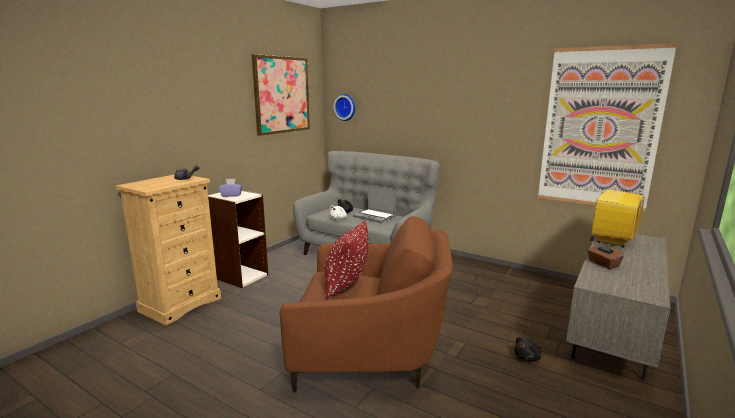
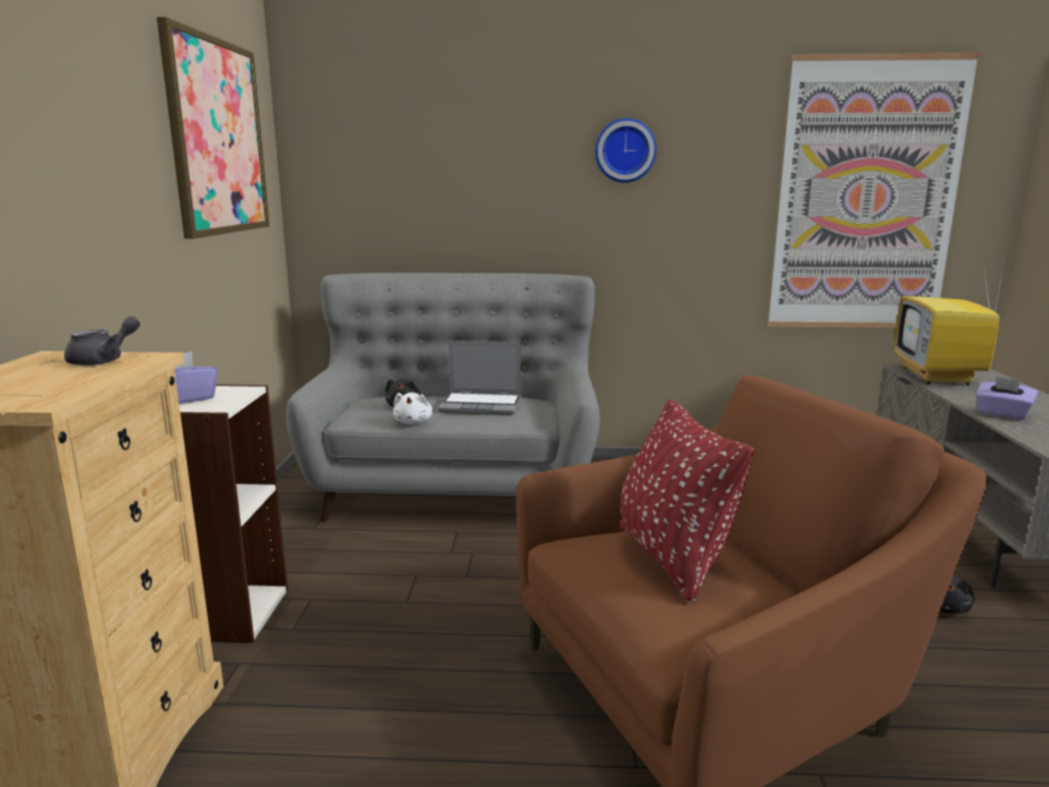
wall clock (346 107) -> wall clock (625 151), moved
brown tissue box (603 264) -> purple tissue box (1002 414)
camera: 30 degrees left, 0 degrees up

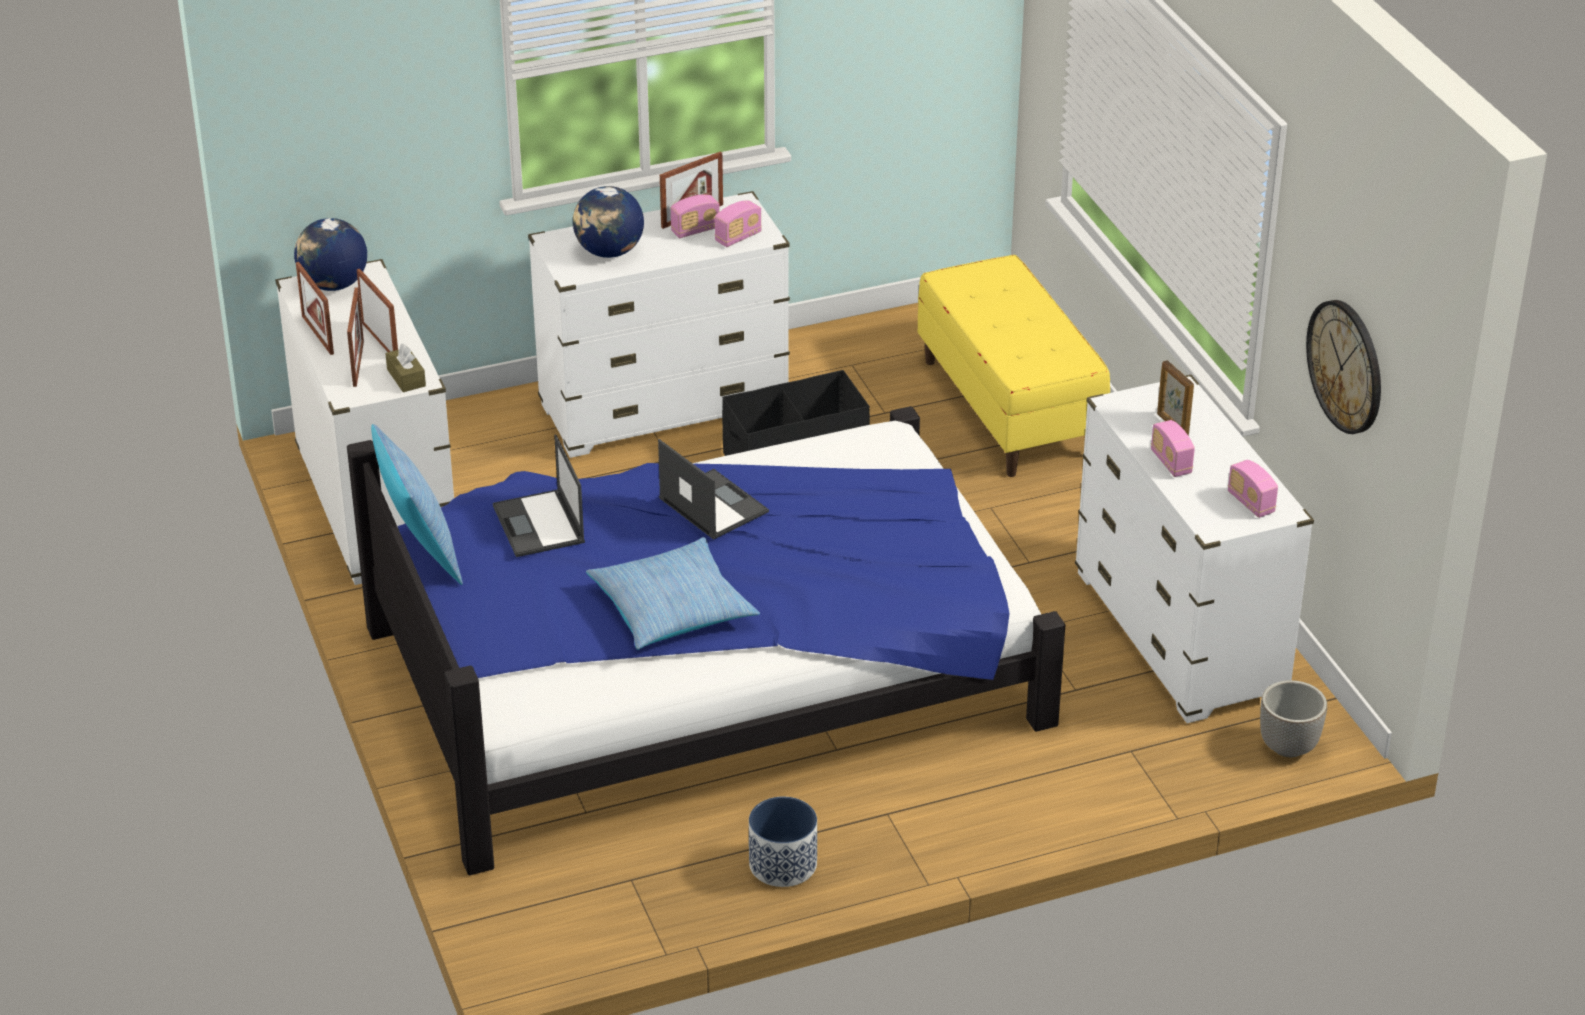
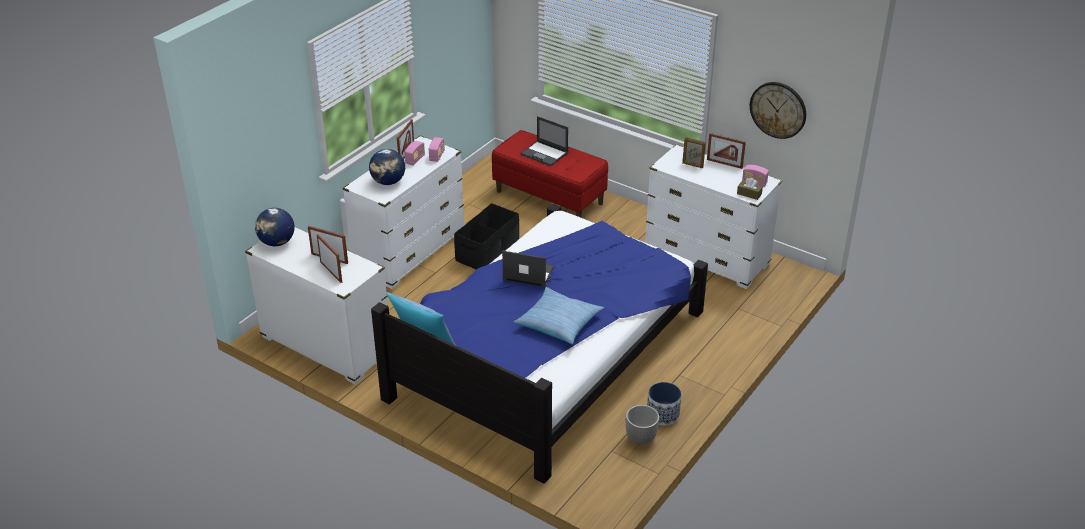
yellow bench (1009 408) -> red bench (549 197)
laptop (539 525) -> laptop (545 154), moved
planter (1287 747) -> planter (640 439), moved
picture frame (317 335) -> picture frame (724 164), moved
brown tissue box (406 377) -> brown tissue box (749 194), moved
radio (1171 462) -> none
camera: 35 degrees left, 0 degrees up

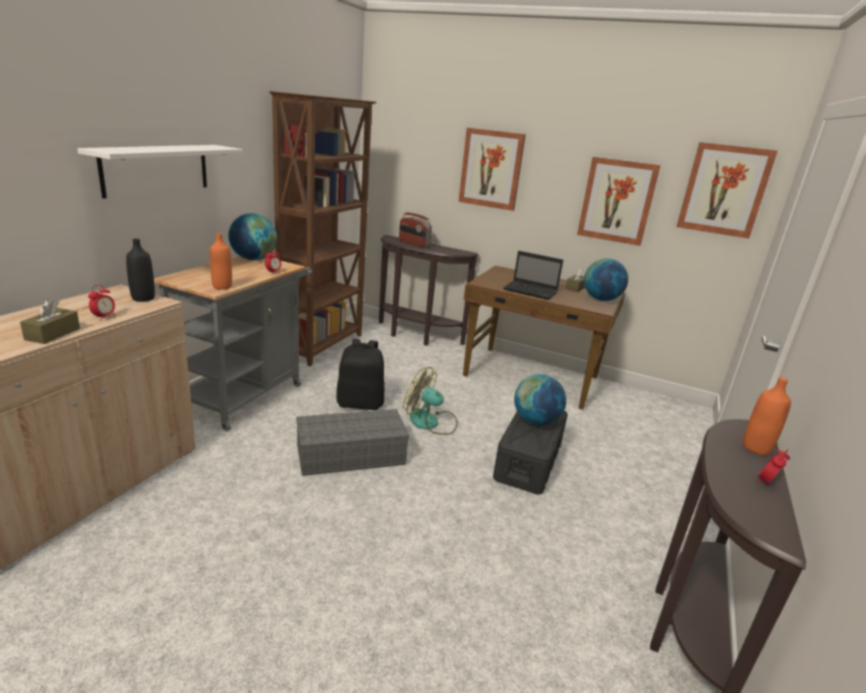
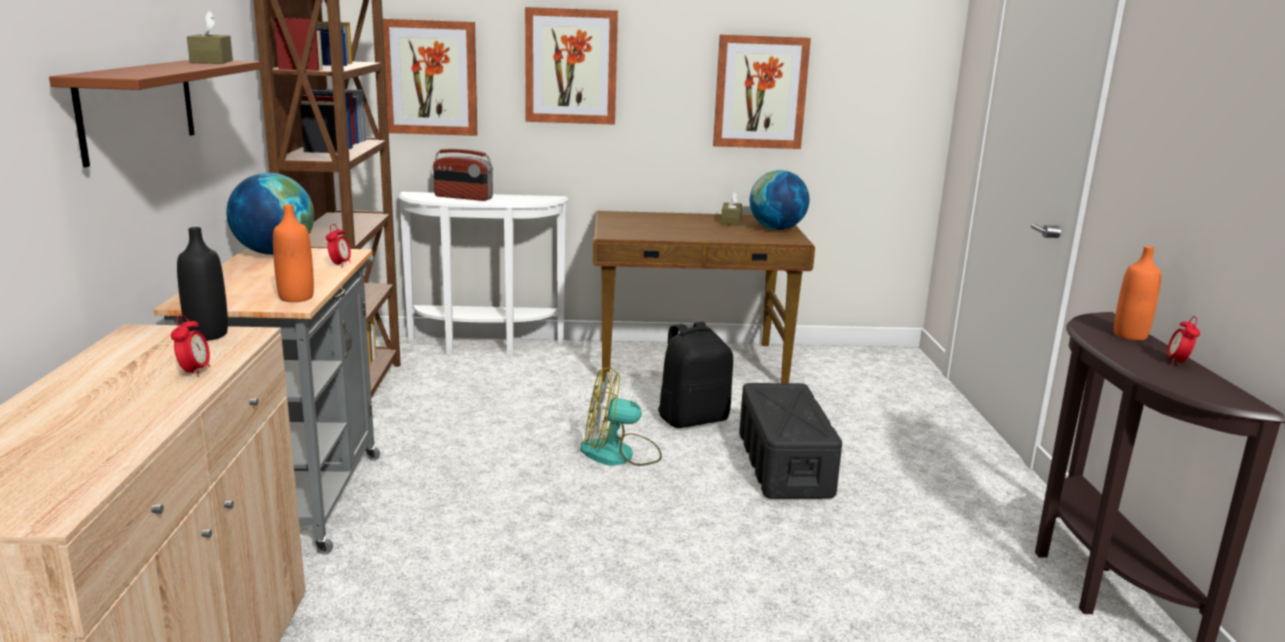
white shelf (156 169) -> brown shelf (138 108)
brown tissue box (52 334) -> brown tissue box (212 61), moved
picture (724 190) -> picture (430 78), moved
brown console table (415 336) -> white console table (484 347)
black backpack (360 403) -> black backpack (693 419), moved
grey storage box (352 454) -> none
laptop (531 291) -> none
globe (535 421) -> none
camera: 25 degrees left, 5 degrees down

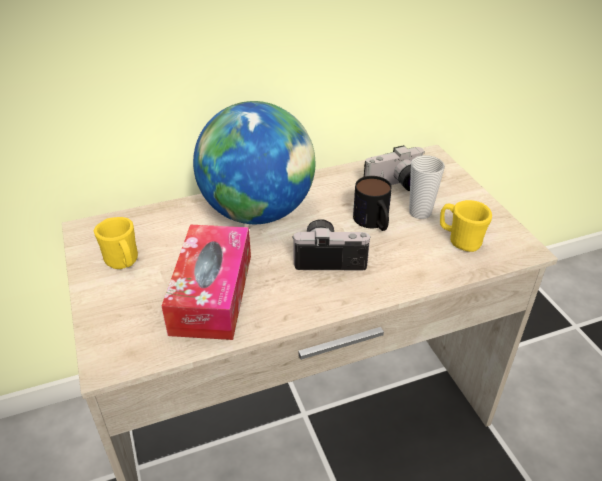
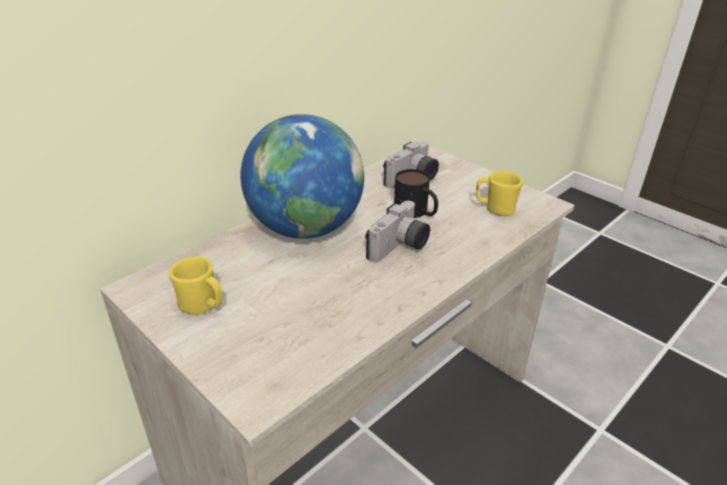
photo camera (330 256) -> photo camera (400 248), 150 degrees clockwise
tissue box (212 293) -> none
cup (420 212) -> none
camera: 25 degrees left, 5 degrees down

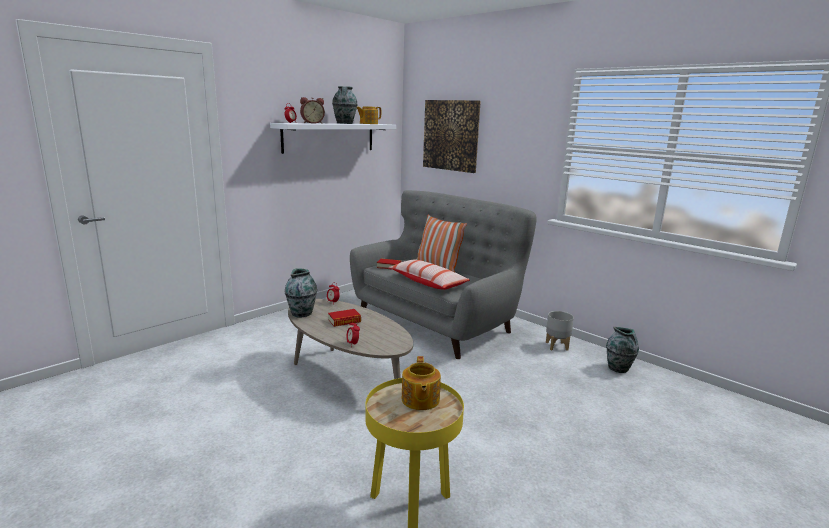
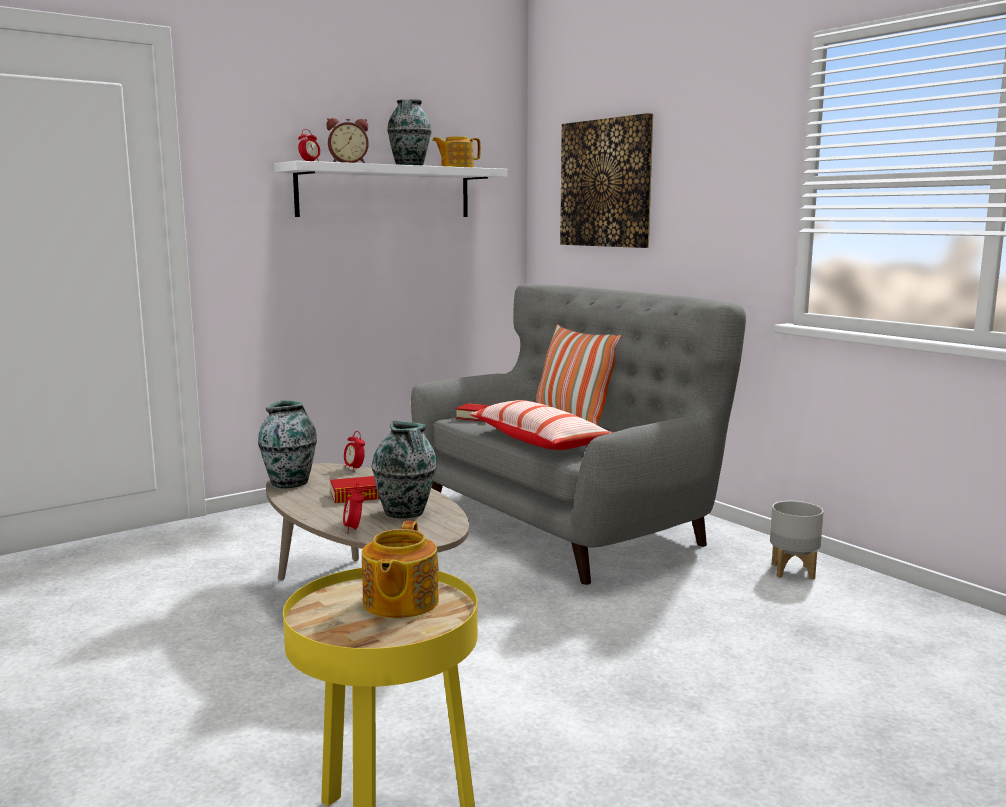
vase (618 369) -> vase (405 513), moved
camera: 10 degrees right, 5 degrees down

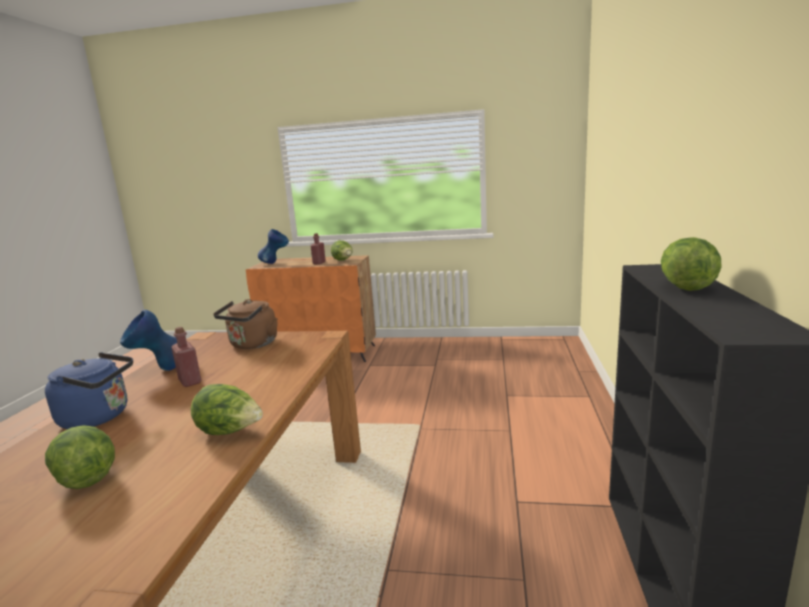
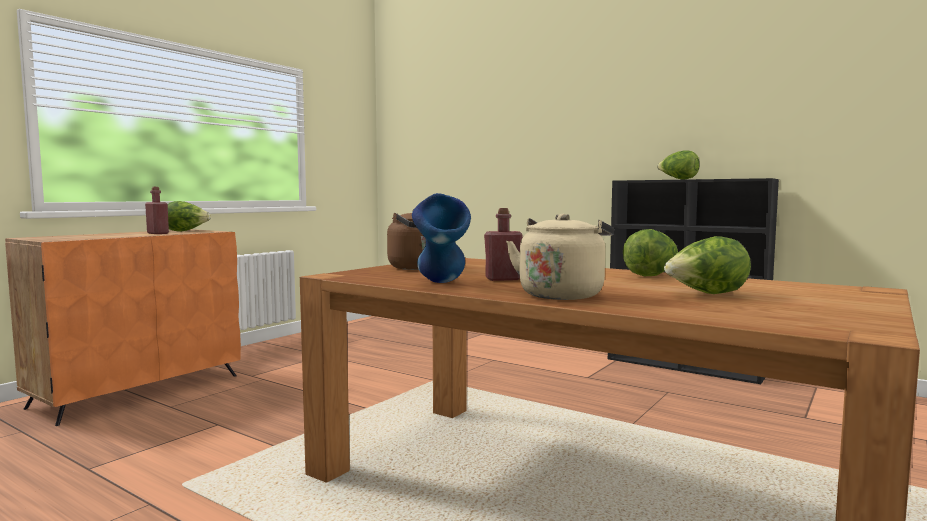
blue kettle (100 417) -> beige kettle (562 294)
blue vase (275 263) -> none
camera: 65 degrees left, 10 degrees down

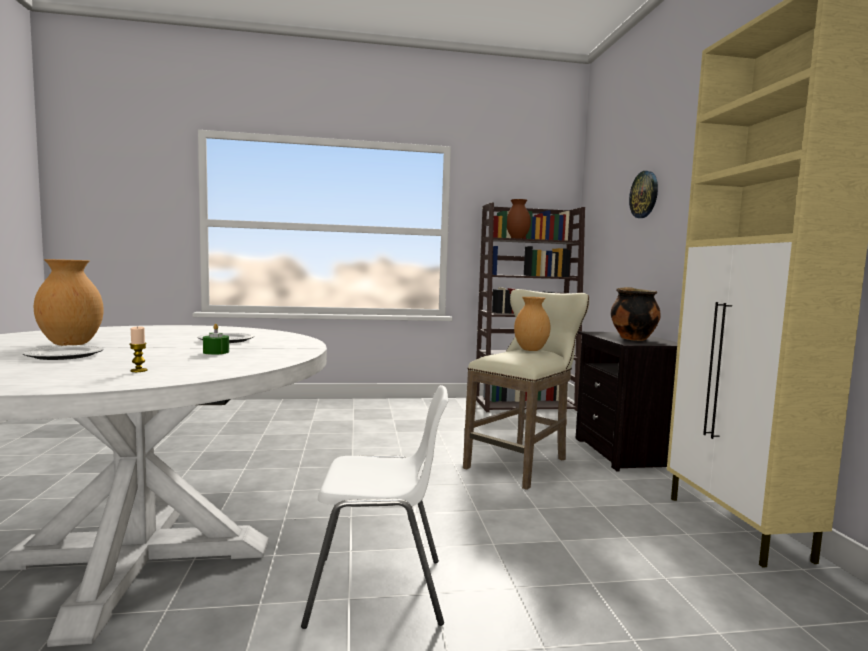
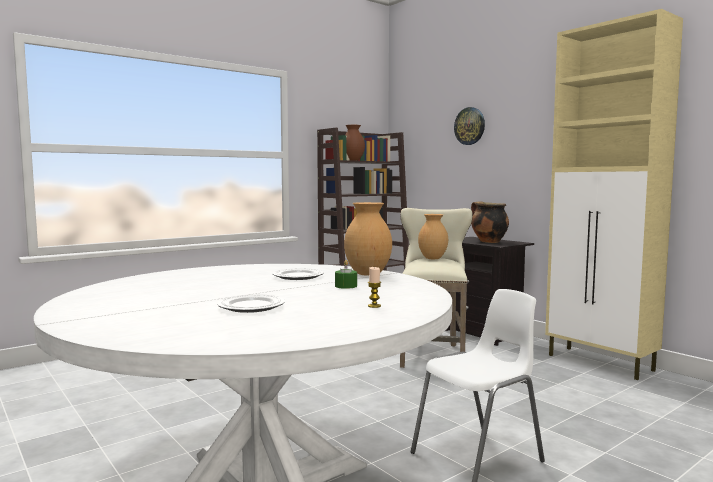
brown vase (71 344) -> brown vase (367 274), moved
camera: 30 degrees left, 0 degrees up

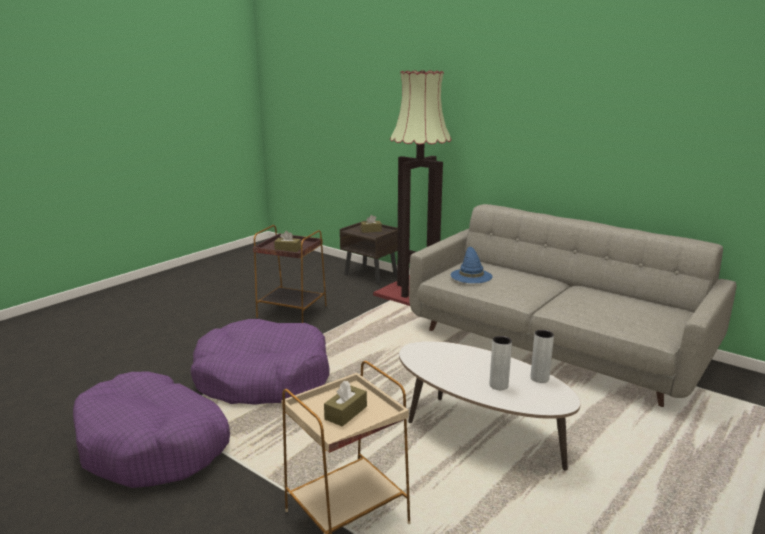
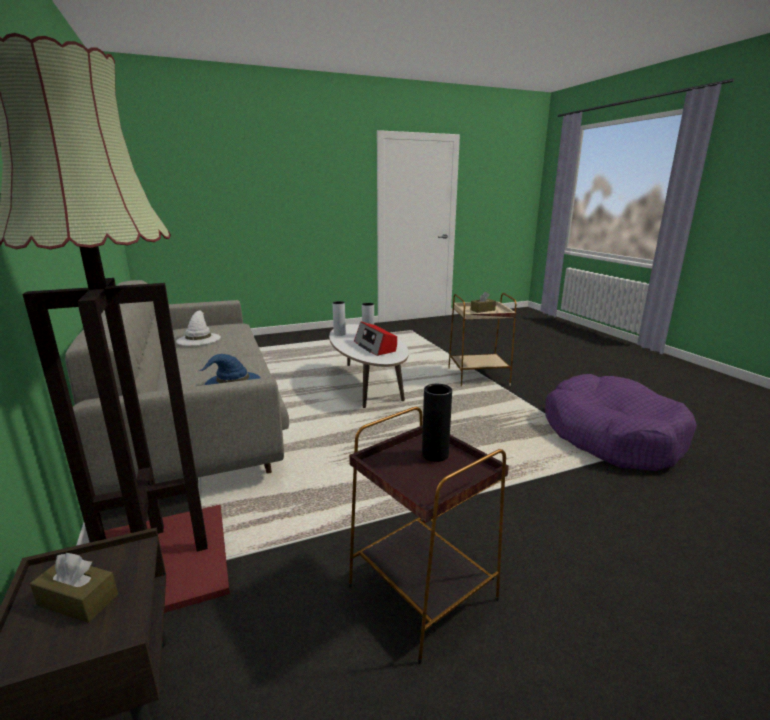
none -> white hat (198 339)
none -> radio (375 347)
brown tissue box (288 249) -> black vase (435 455)
purple dog bed (263 378) -> none
camera: 150 degrees left, 0 degrees up

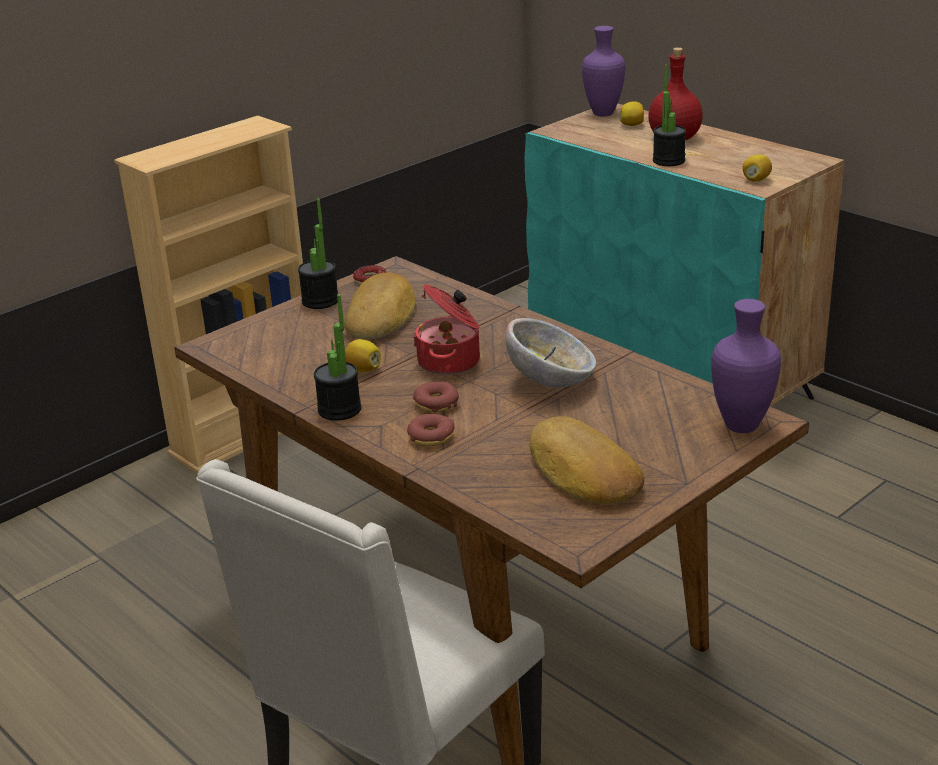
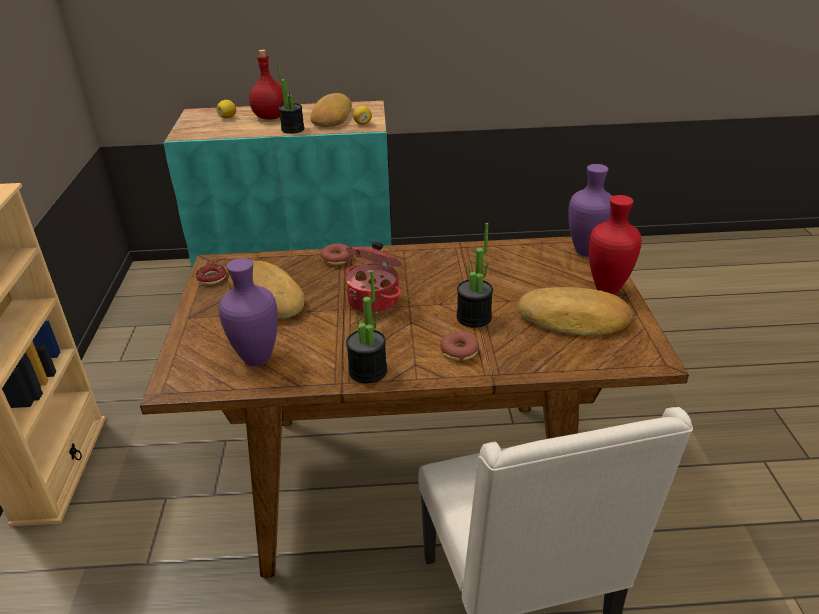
purple vase (602 114) -> purple vase (256 360), moved
none -> bread (331 117)
donut (436 404) -> donut (336 259), moved
potted plant (320 301) -> potted plant (474 317), moved
none -> red vase (605 288)
lemon (363 370) -> none
bowl (551 380) -> none
camera: 50 degrees left, 5 degrees up

